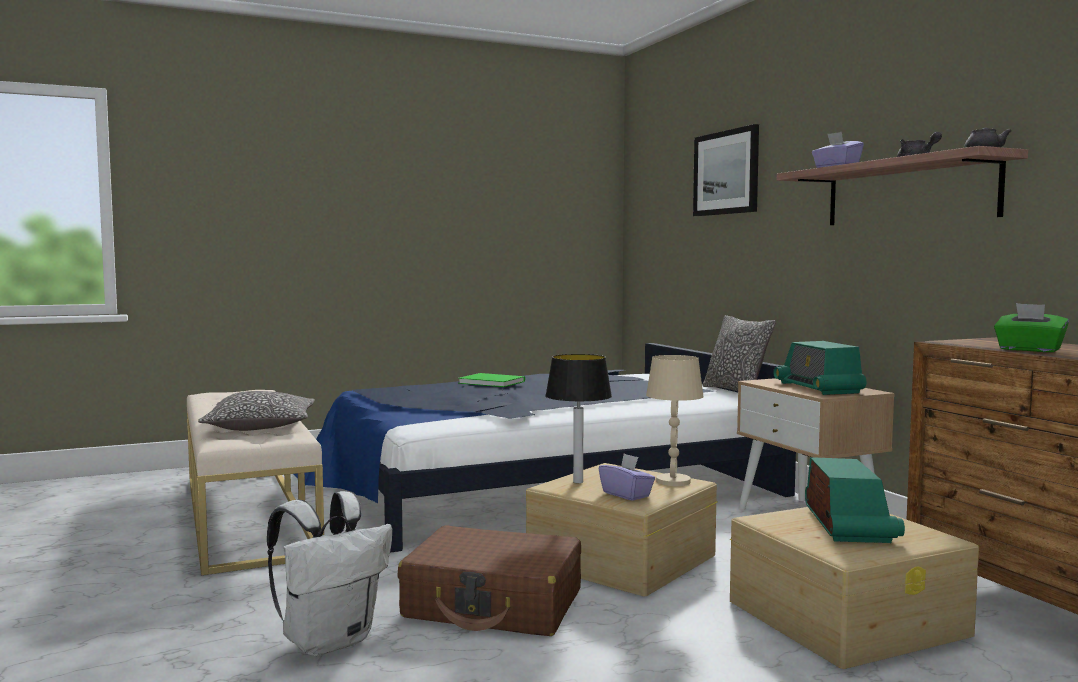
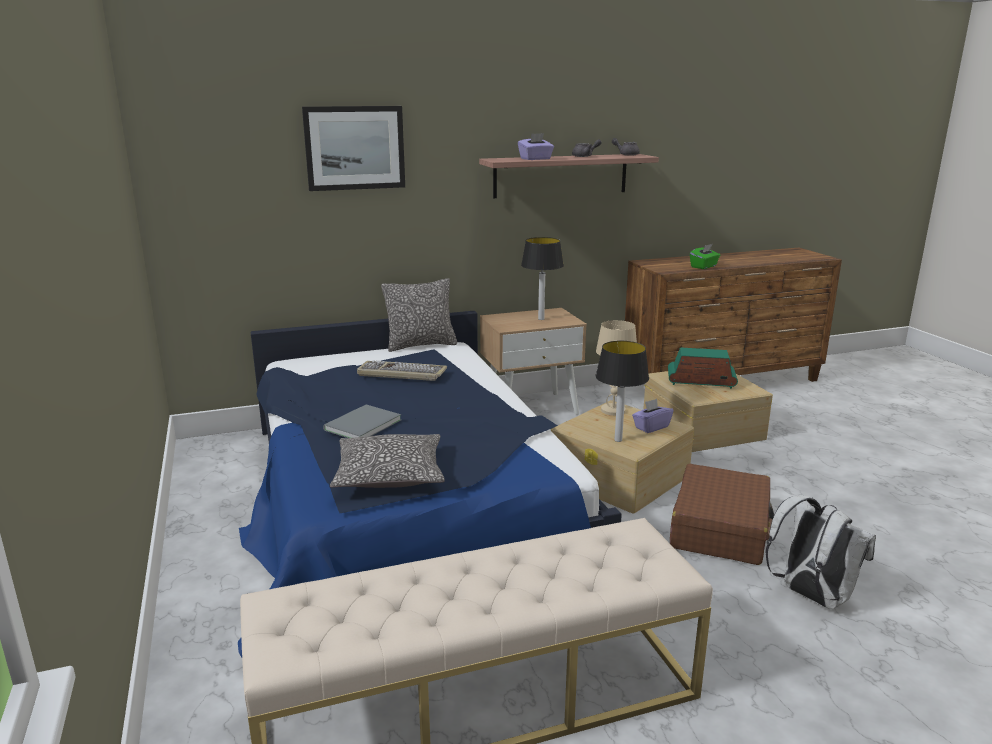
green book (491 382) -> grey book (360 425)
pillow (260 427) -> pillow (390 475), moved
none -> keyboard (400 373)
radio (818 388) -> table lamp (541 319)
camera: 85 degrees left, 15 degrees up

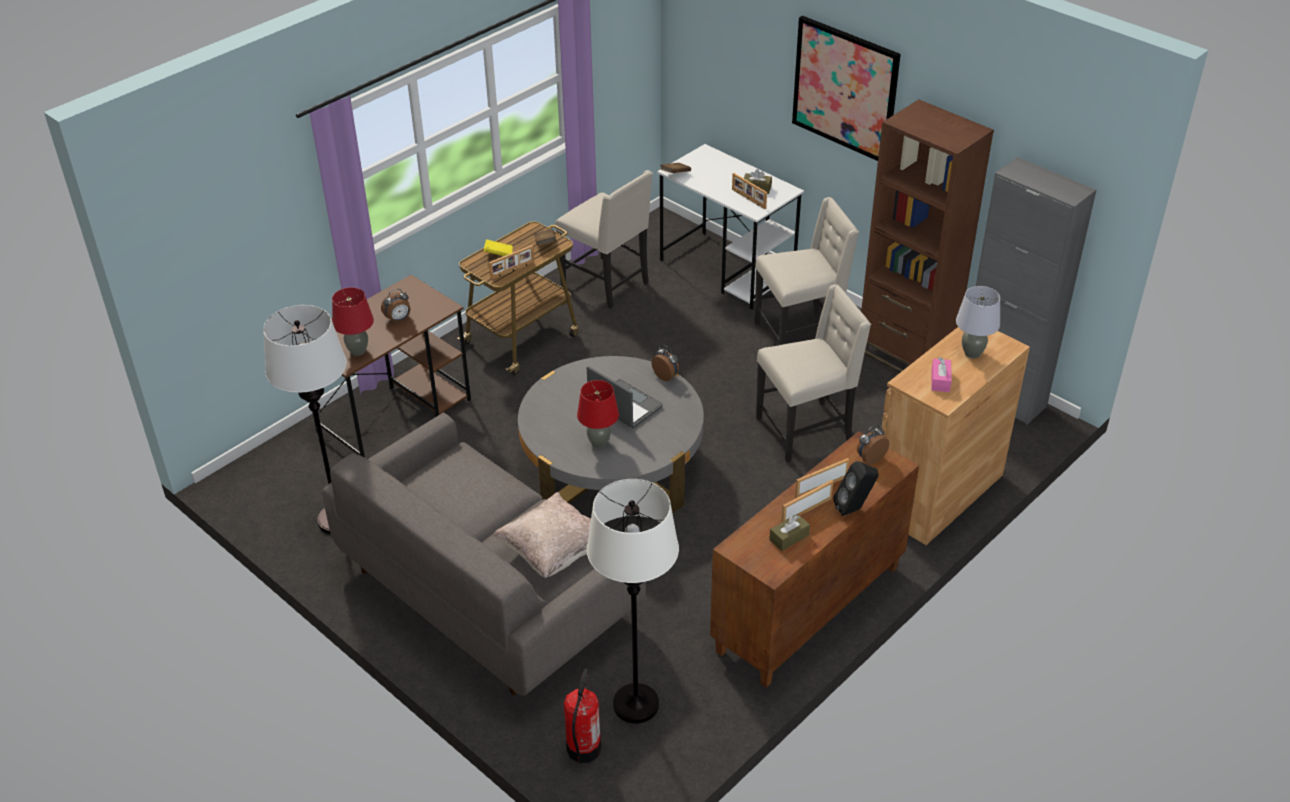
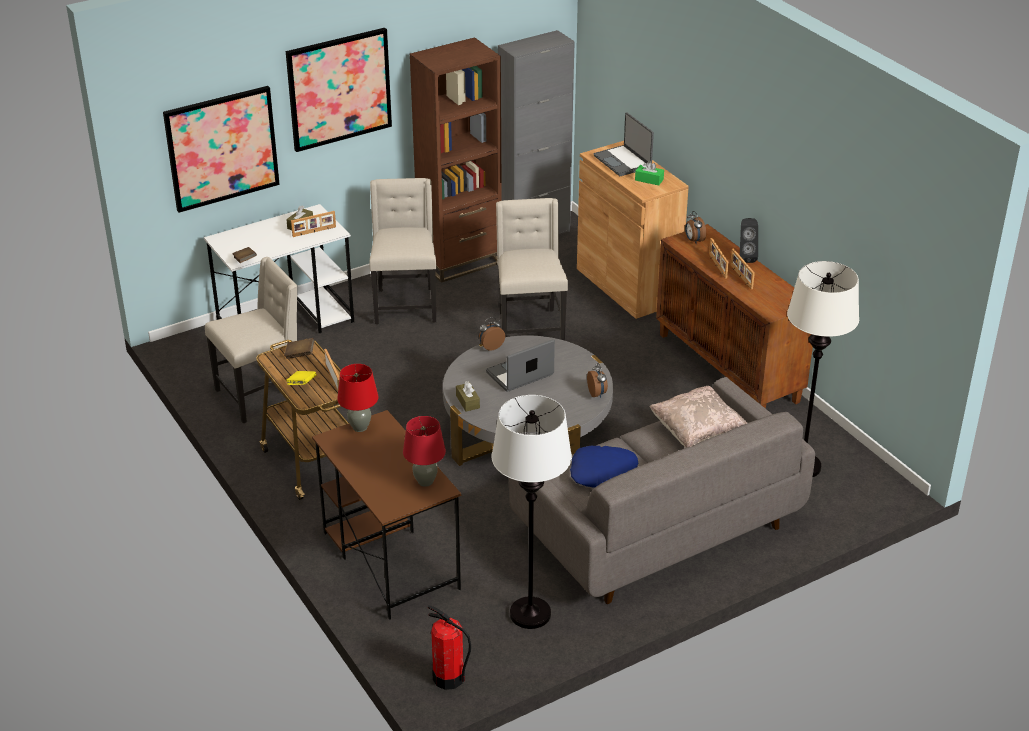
none -> picture (222 148)
red table lamp (599 443) -> red table lamp (359 427), moved
fire extinguisher (583 749) -> fire extinguisher (448 678), moved
brown tissue box (789 537) -> brown tissue box (467 402), moved
none -> blue pillow (604 473)
alarm clock (398 319) -> alarm clock (597 393), moved
grey table lamp (972 353) -> laptop (623 161)
pink tissue box (940 380) -> green tissue box (649 180)
camera: 75 degrees left, 5 degrees down

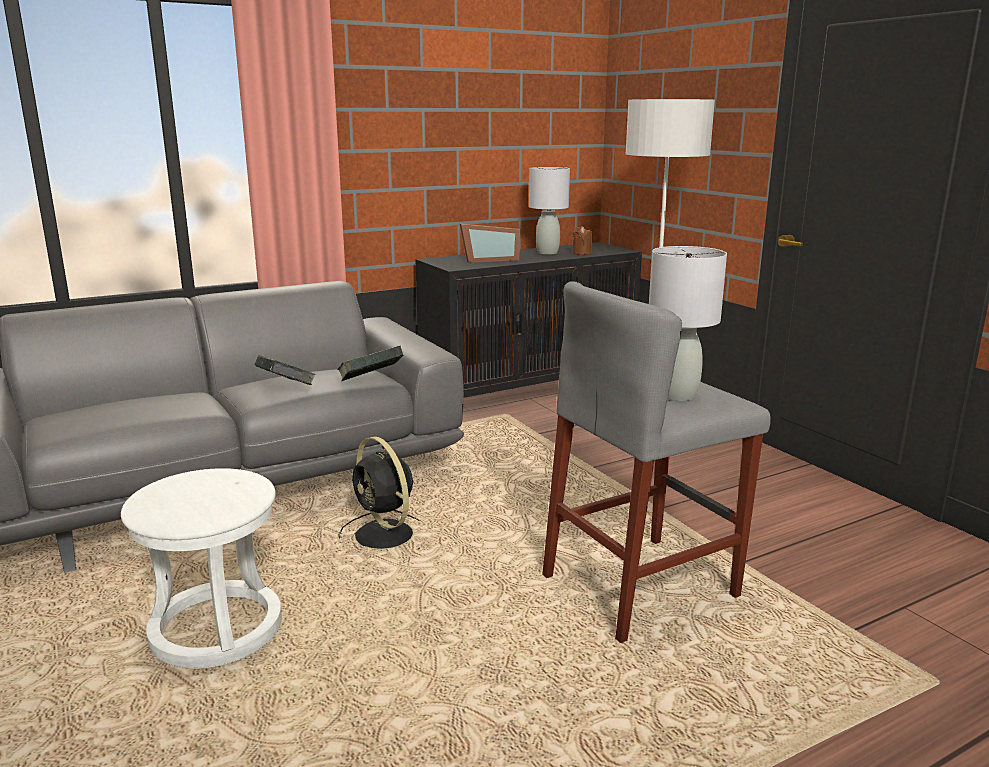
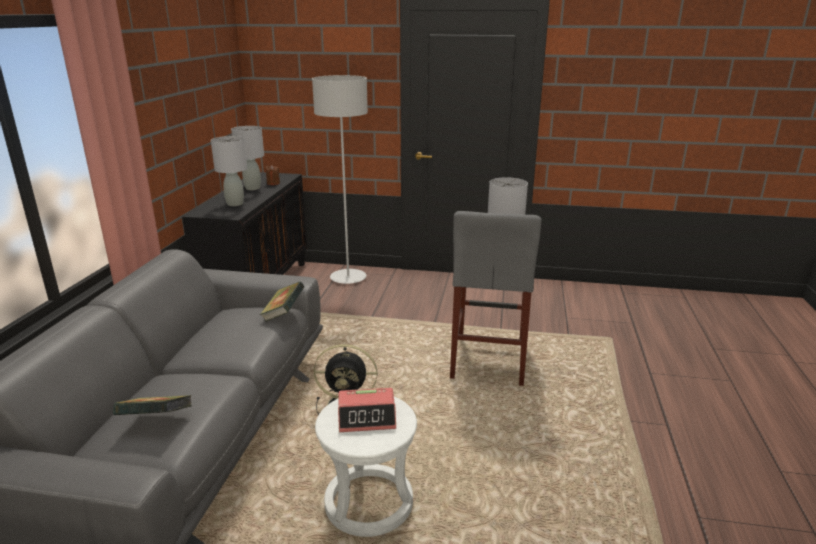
book (286 389) -> book (156 421), moved
picture frame (488 260) -> grey table lamp (235 203)
none -> alarm clock (367 417)
camera: 50 degrees left, 5 degrees up

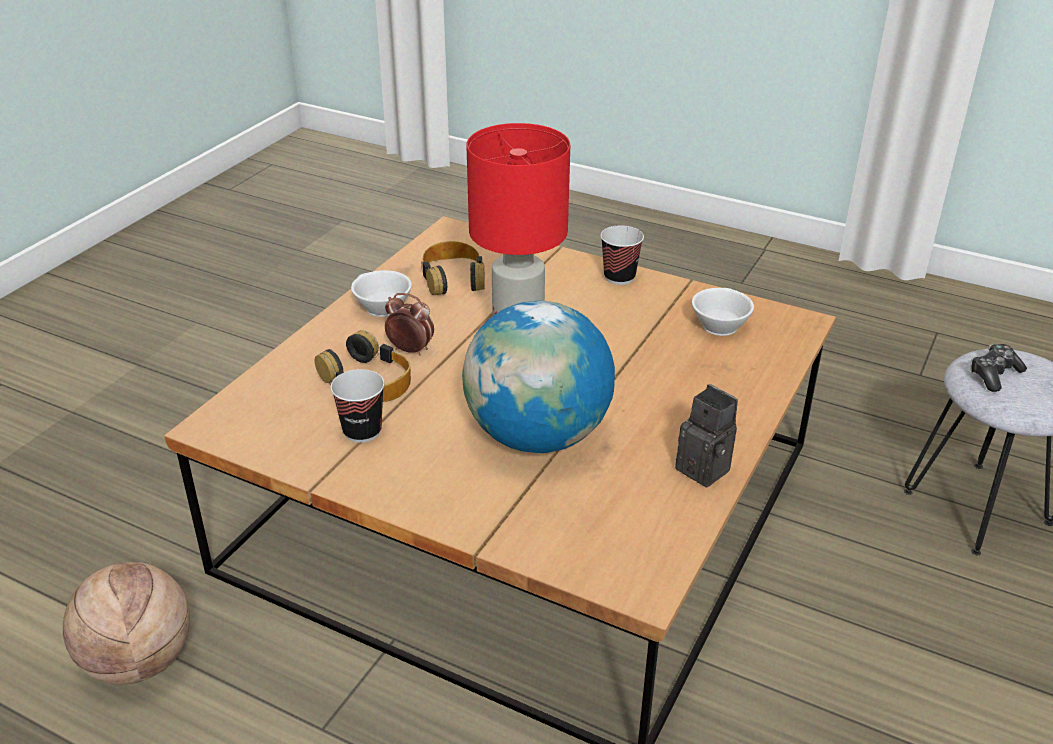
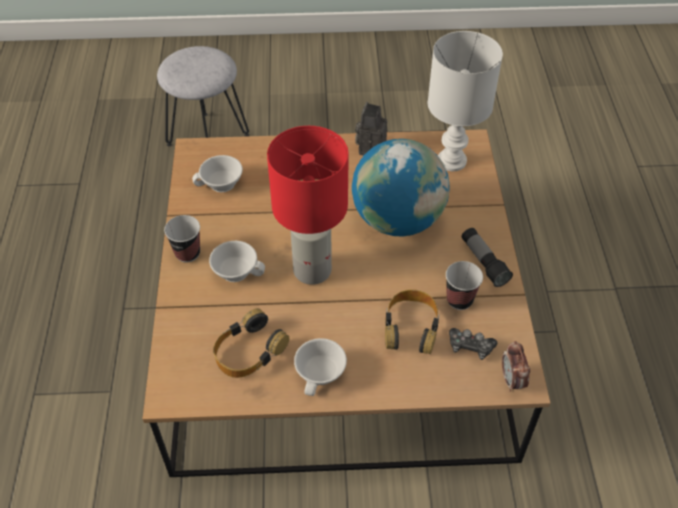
none -> white cup (237 270)
none -> white table lamp (452 161)
game controller (994 374) -> game controller (470 347), moved
none -> flashlight (484 262)
alarm clock (410 350) -> alarm clock (512 380), moved
basketball (139 661) -> none
camera: 120 degrees left, 15 degrees up

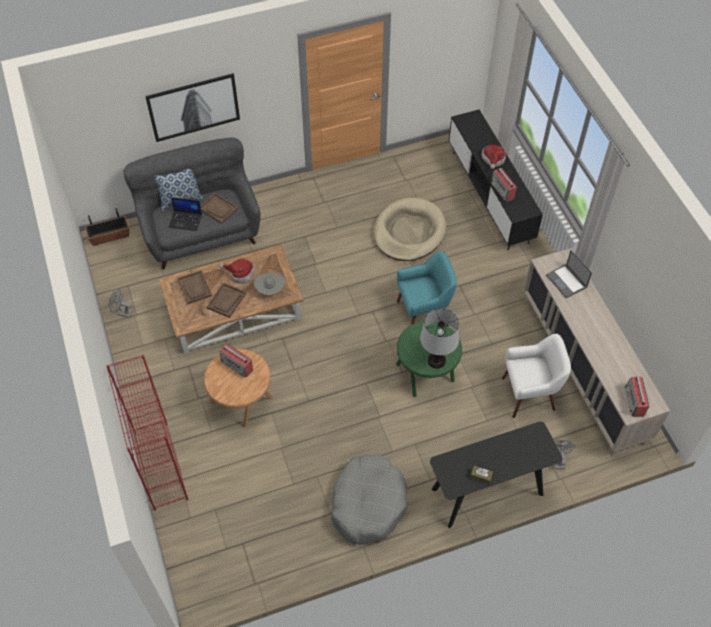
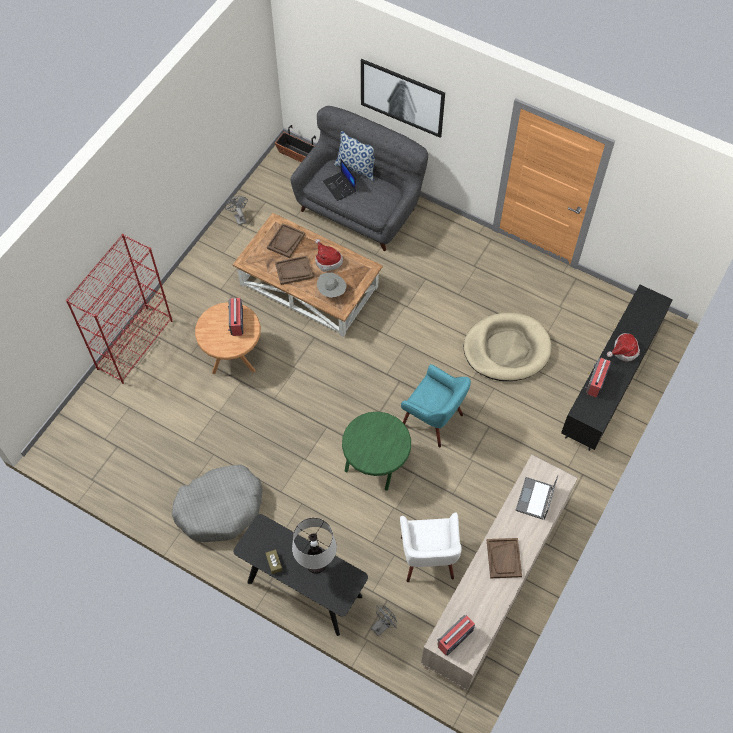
table lamp (436 360) -> table lamp (316 563), moved
white armchair (529 394) -> white armchair (428 558), 45 degrees clockwise
brown tray (218 209) -> brown tray (504 558), moved
camera: 50 degrees right, 5 degrees up

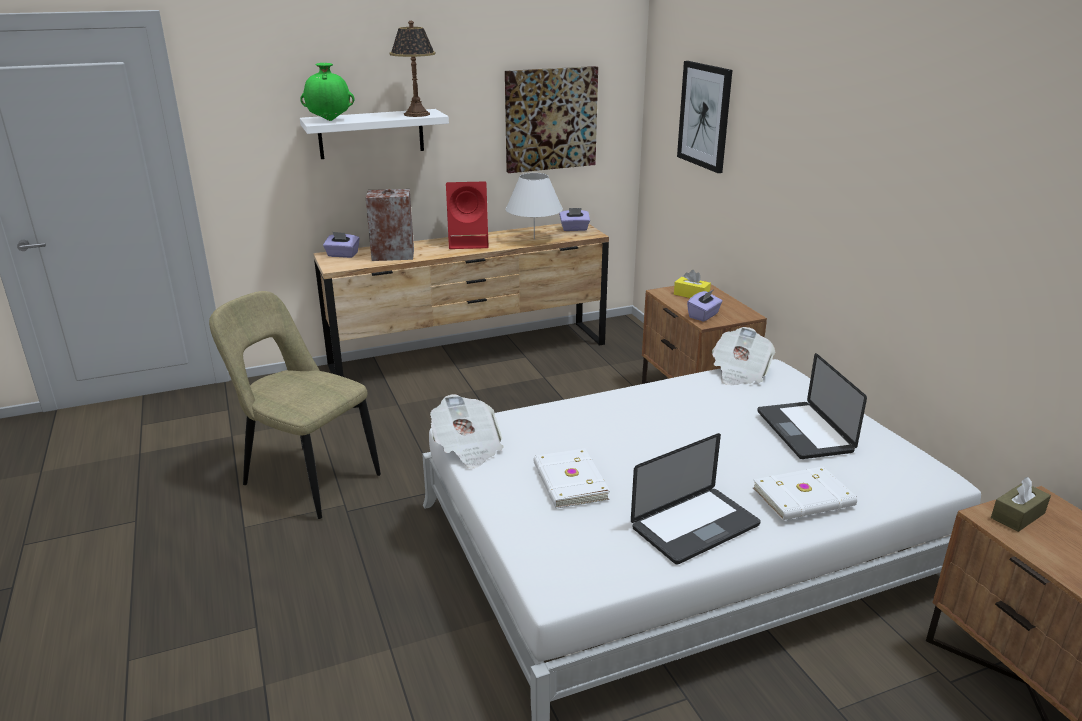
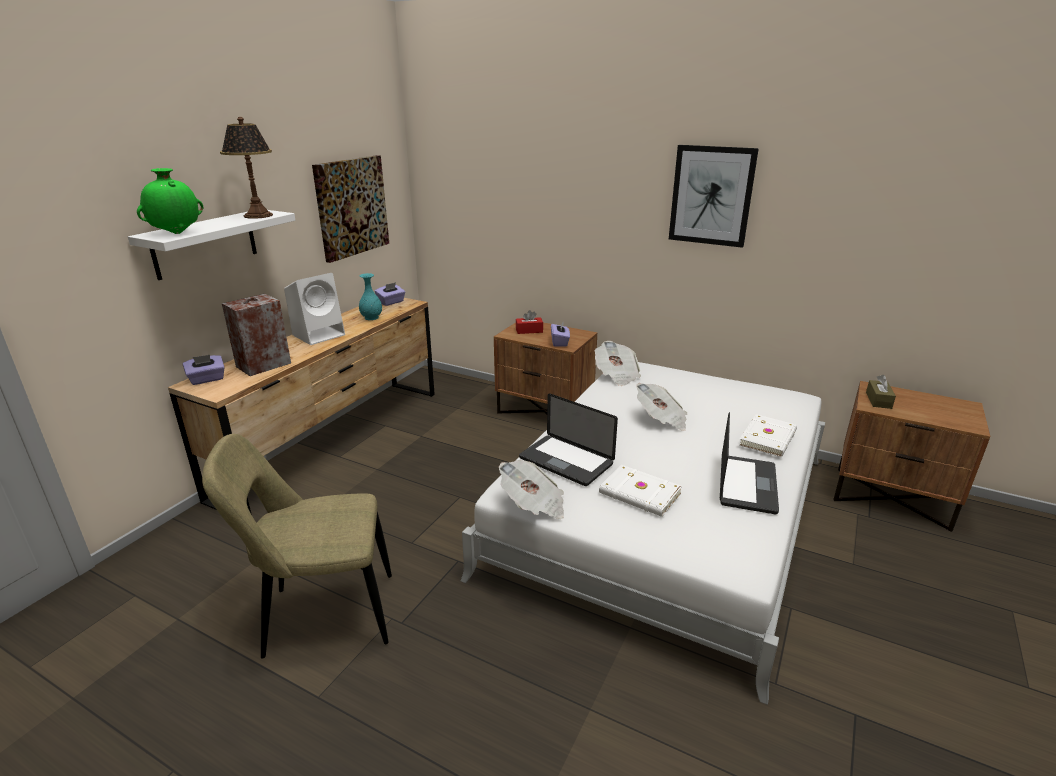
red speaker (470 242) -> white speaker (319 334)
white table lamp (534 239) -> turquoise vase (372 318)
yellow tissue box (691 295) -> red tissue box (529 330)
laptop (804 431) -> laptop (566 461), moved
none -> newspaper (661 419)
picture (705 116) -> picture (711 196), moved
camera: 40 degrees left, 0 degrees up

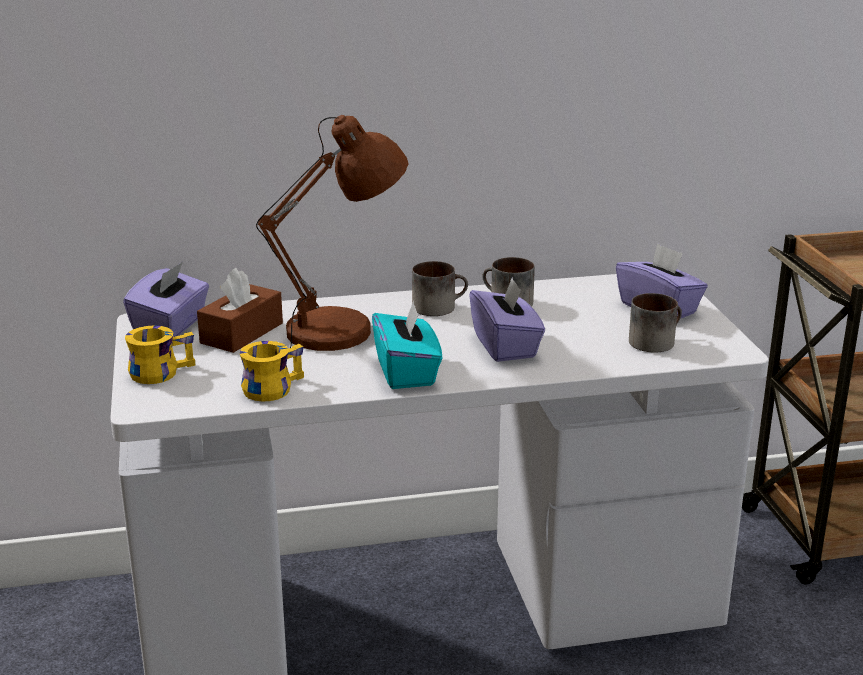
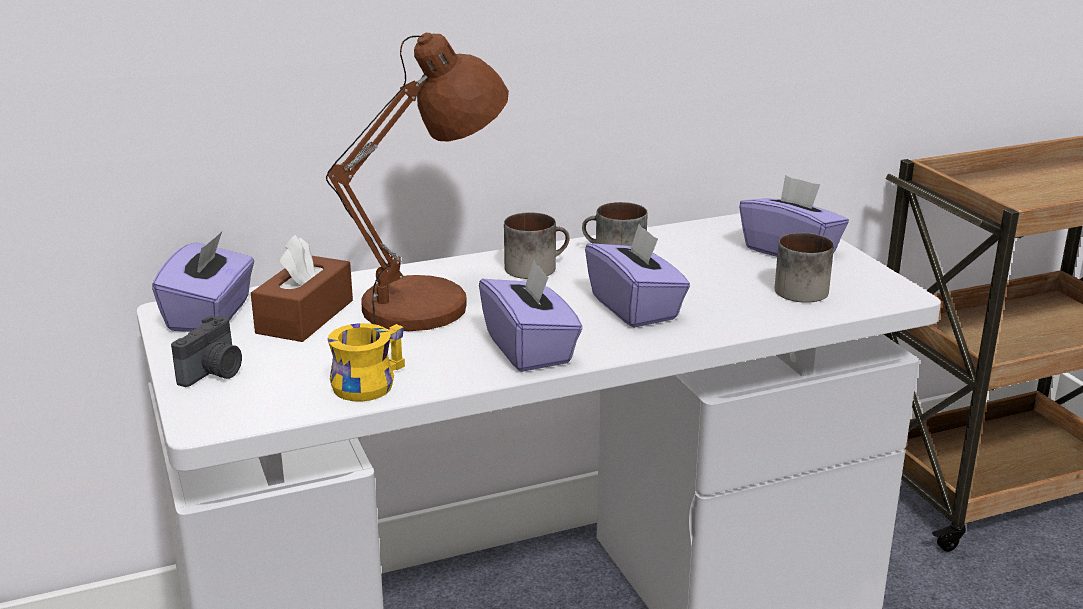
yellow mug (160 371) -> photo camera (214 373)
turquoise tissue box (407 372) -> purple tissue box (530 349)
camera: 10 degrees left, 0 degrees up

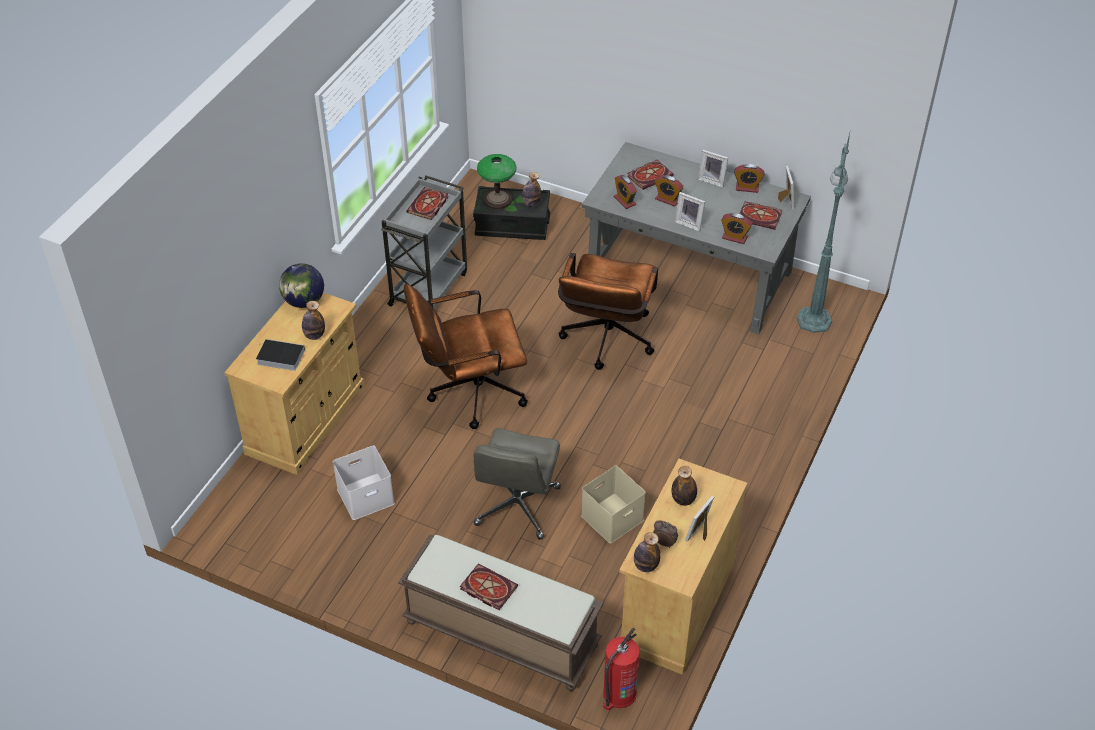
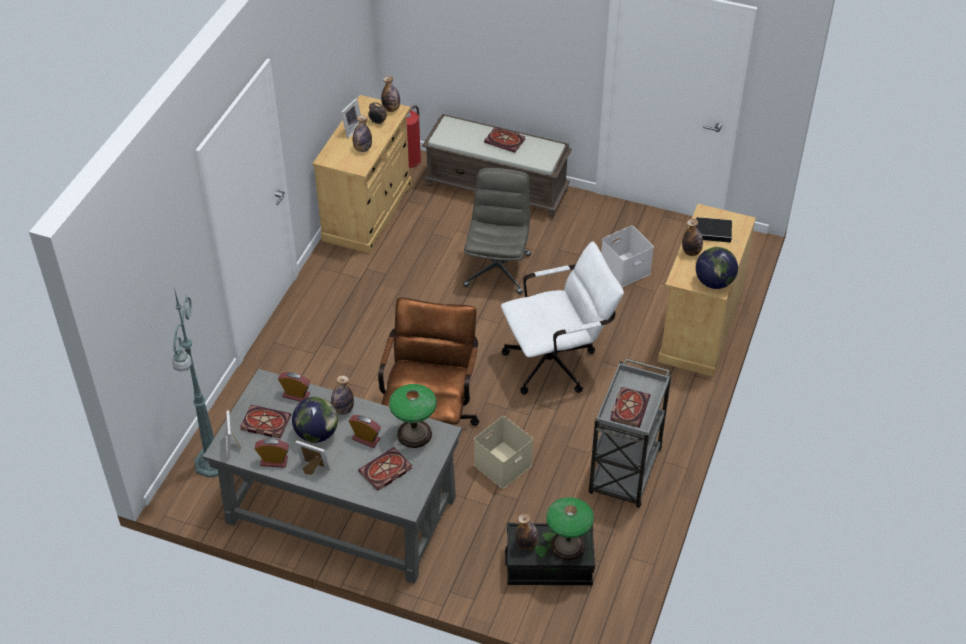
none -> globe (316 434)
picture frame (689 223) -> bottle (343 410)
alarm clock (624 201) -> table lamp (414 434)
beige storage box (612 519) -> beige storage box (503 464), moved
brown office chair (468 392) -> white office chair (558 362)
camera: 175 degrees right, 0 degrees up

